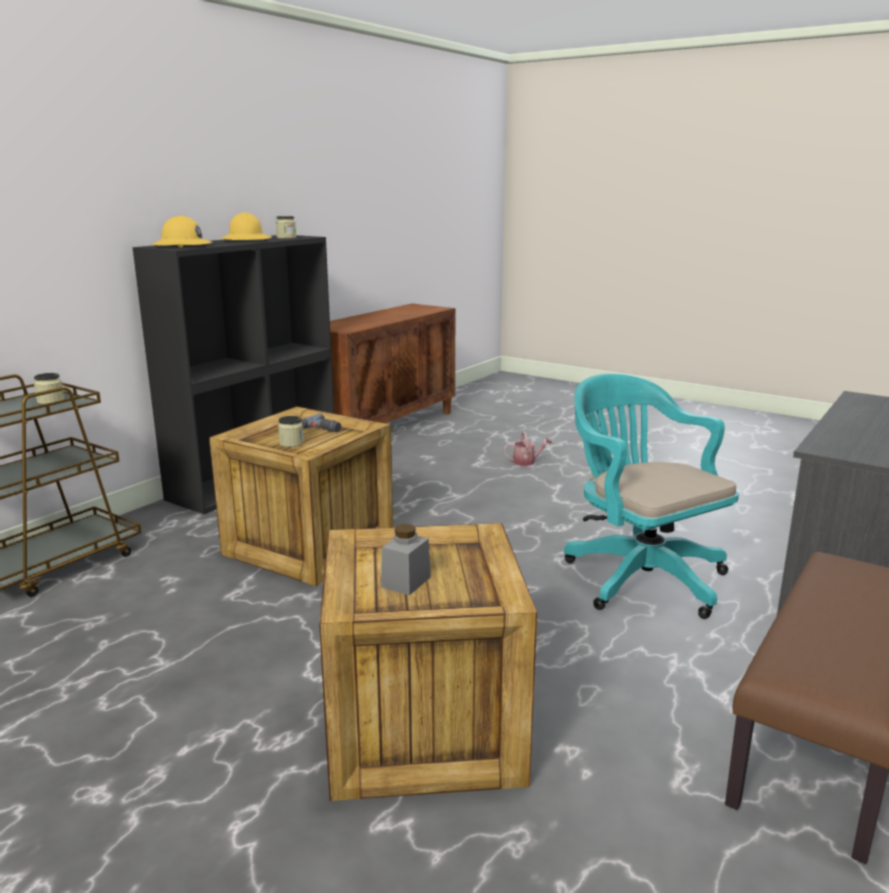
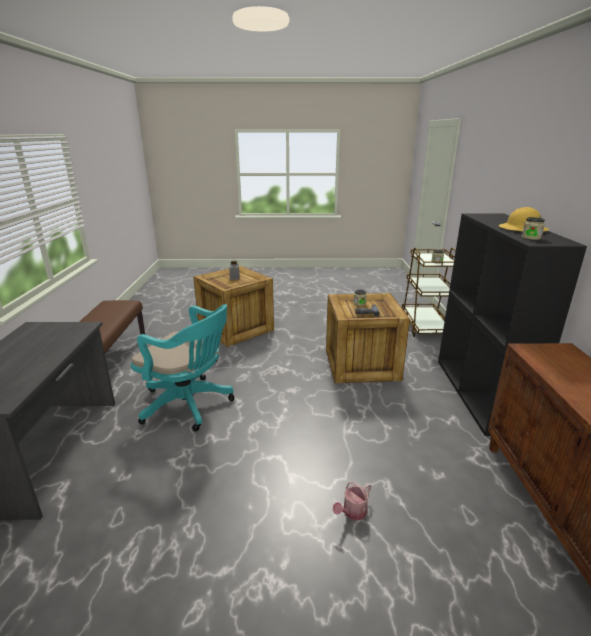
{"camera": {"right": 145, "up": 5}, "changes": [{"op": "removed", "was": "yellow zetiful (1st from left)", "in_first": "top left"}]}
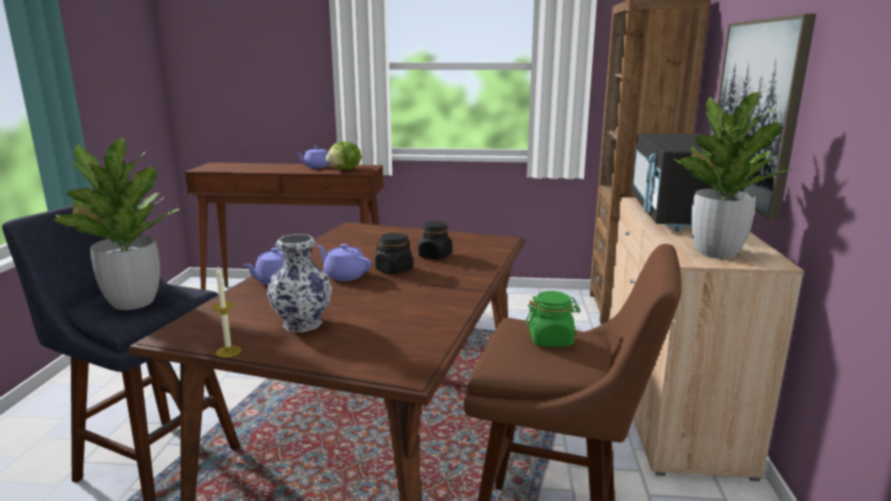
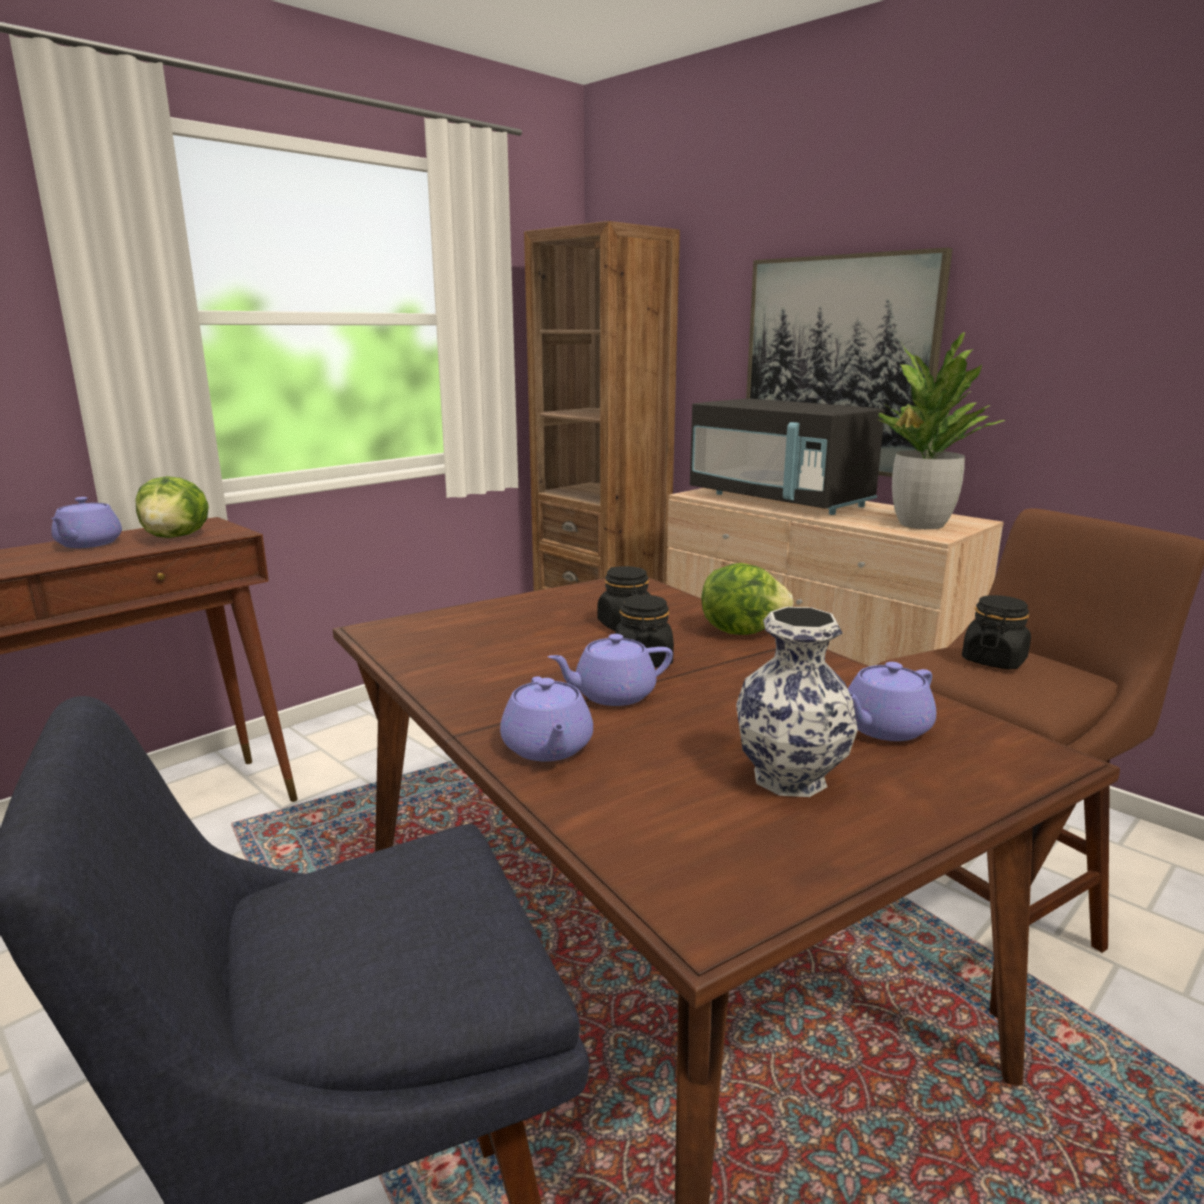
{"camera": {"right": -50, "up": 0}, "changes": [{"op": "added", "now": "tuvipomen (2nd from left)", "in_second": "centre"}, {"op": "added", "now": "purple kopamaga (4th from left)", "in_second": "middle right"}, {"op": "recoloured", "was": "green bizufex", "now": "black bizufex (3rd from left)", "in_first": "centre", "in_second": "middle right"}, {"op": "removed", "was": "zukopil (1st from left)", "in_first": "middle left"}, {"op": "removed", "was": "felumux", "in_first": "middle left"}]}
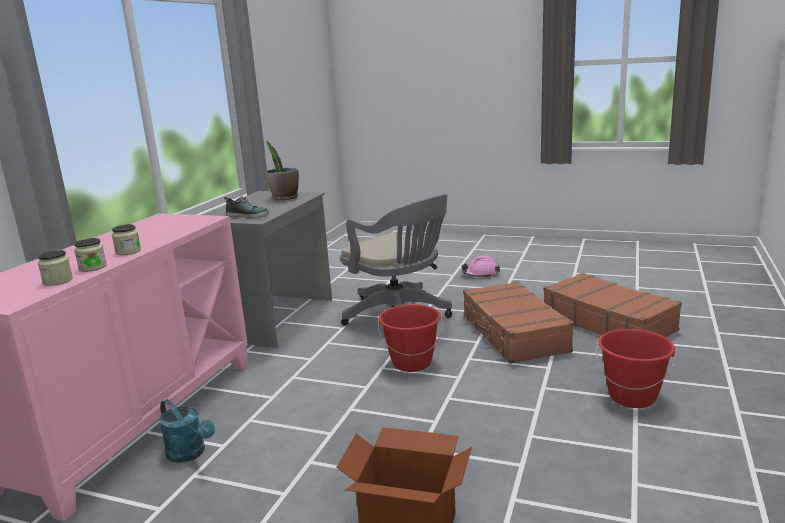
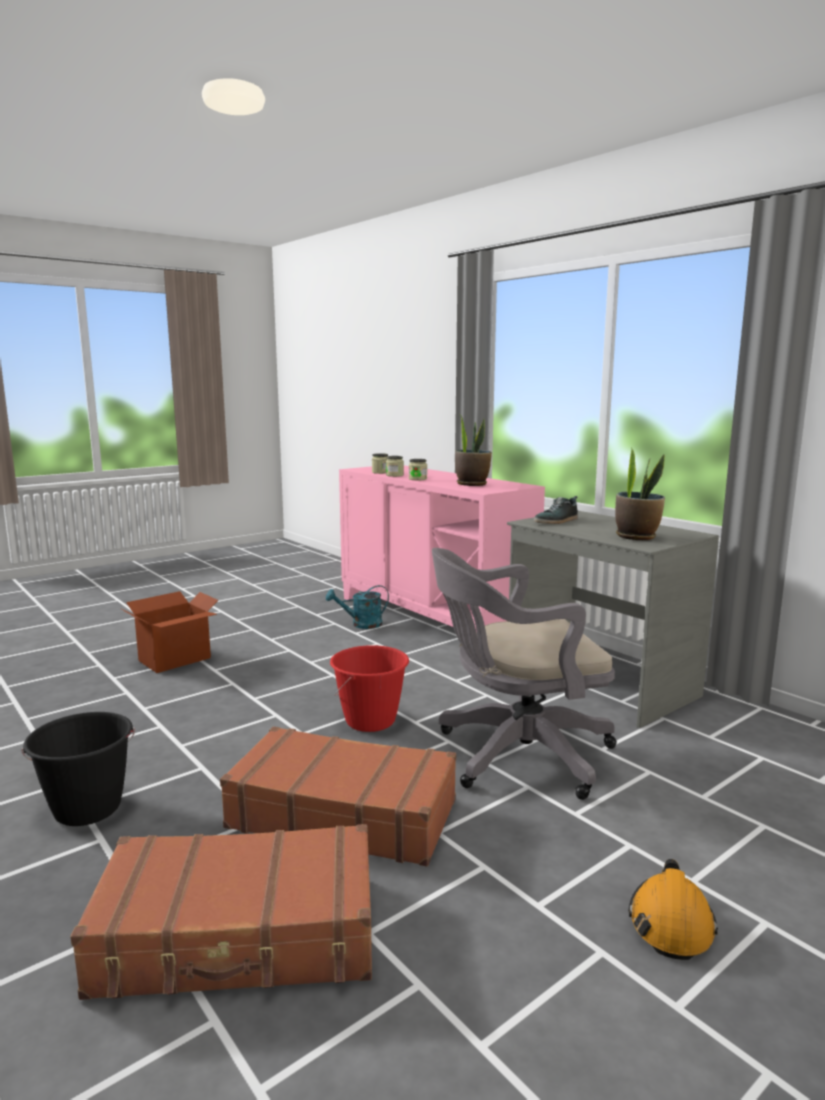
{"camera": {"right": 120, "up": -5}, "changes": [{"op": "recoloured", "was": "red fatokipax (2nd from left)", "now": "black fatokipax", "in_first": "bottom right", "in_second": "bottom left"}, {"op": "added", "now": "zukopil (1st from left)", "in_second": "centre"}, {"op": "recoloured", "was": "pink zetiful", "now": "orange zetiful", "in_first": "centre", "in_second": "bottom right"}]}
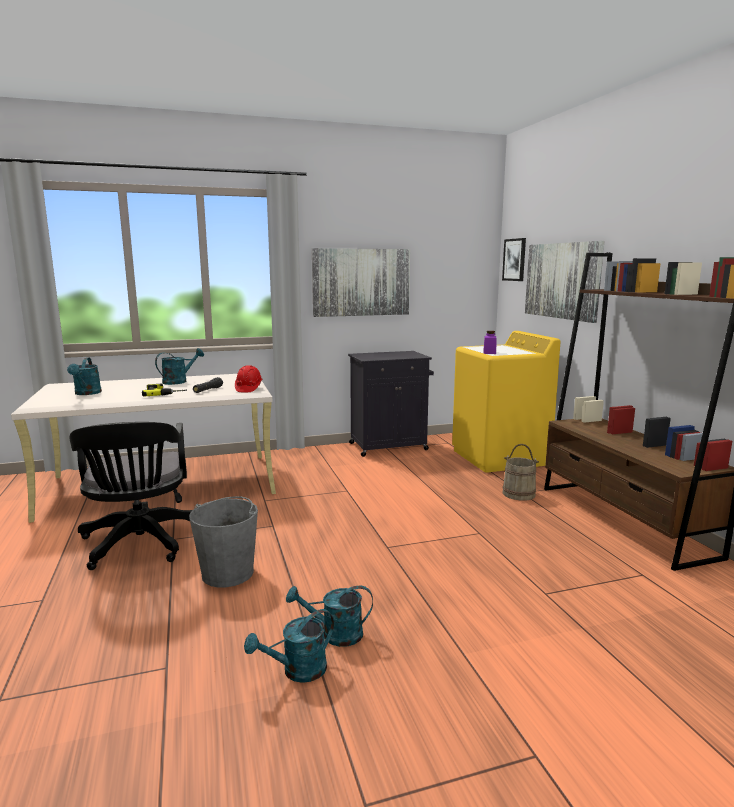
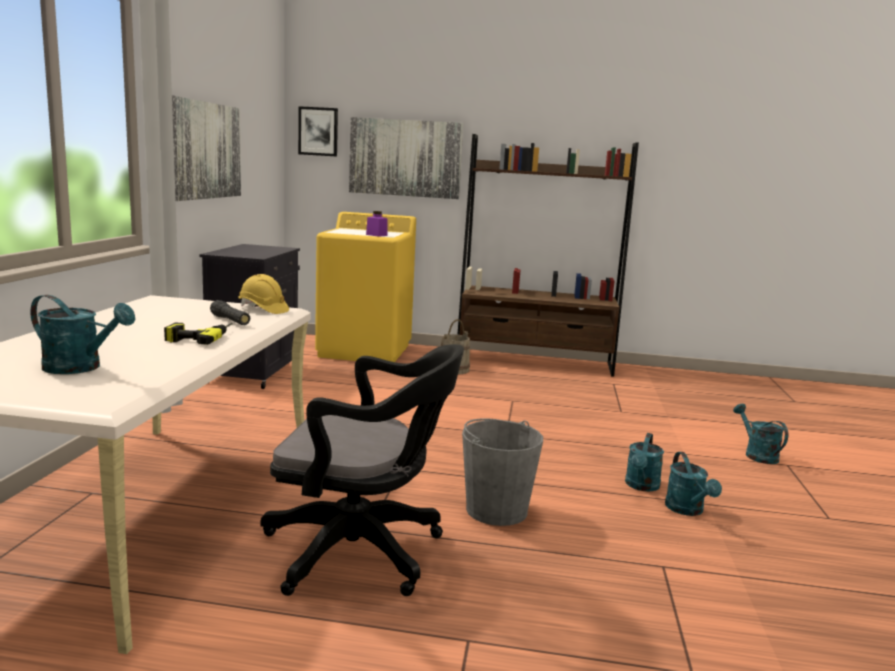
{"camera": {"right": -65, "up": 0}, "changes": [{"op": "recoloured", "was": "red zetiful", "now": "yellow zetiful", "in_first": "centre", "in_second": "middle left"}, {"op": "moved", "was": "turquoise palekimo (2nd from left in the first image)", "now": "turquoise palekimo (4th from left)", "in_first": "middle left", "in_second": "middle right"}]}
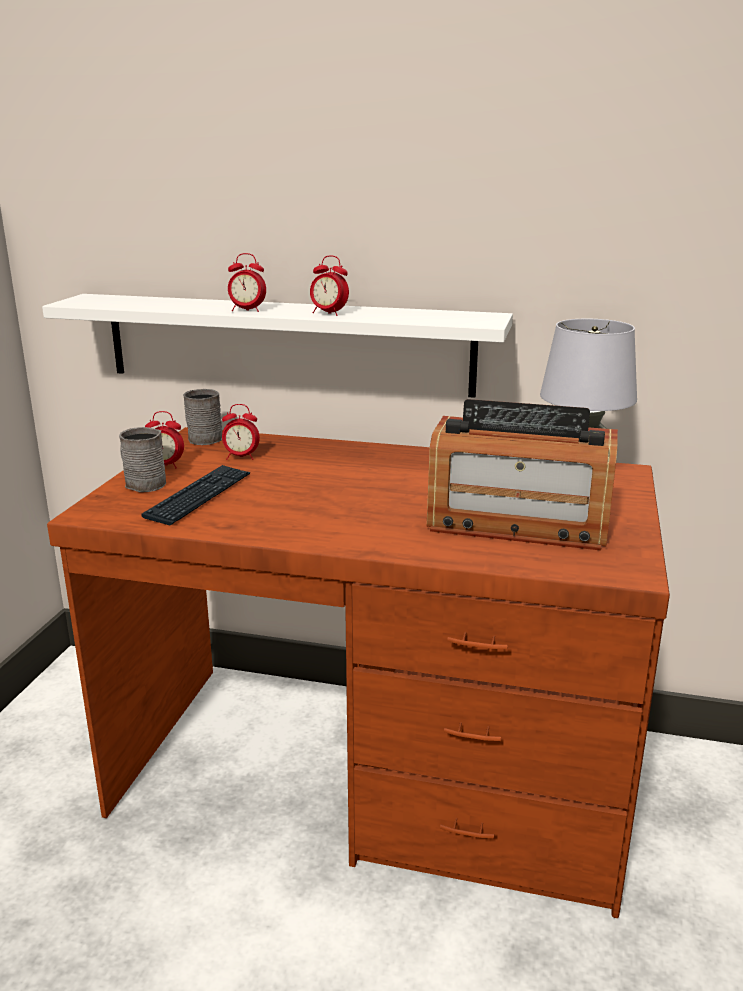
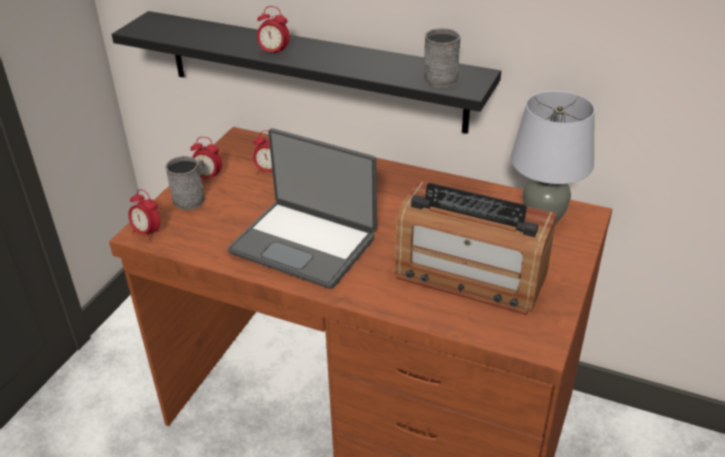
{"camera": {"right": 10, "up": 15}, "changes": [{"op": "recoloured", "was": "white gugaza", "now": "black gugaza", "in_first": "centre", "in_second": "top centre"}, {"op": "moved", "was": "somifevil (4th from left in the first image)", "now": "somifevil (1st from left)", "in_first": "top centre", "in_second": "middle left"}, {"op": "added", "now": "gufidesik", "in_second": "centre"}, {"op": "moved", "was": "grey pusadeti (2nd from left)", "in_first": "middle left", "in_second": "top centre"}, {"op": "removed", "was": "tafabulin", "in_first": "middle left"}]}
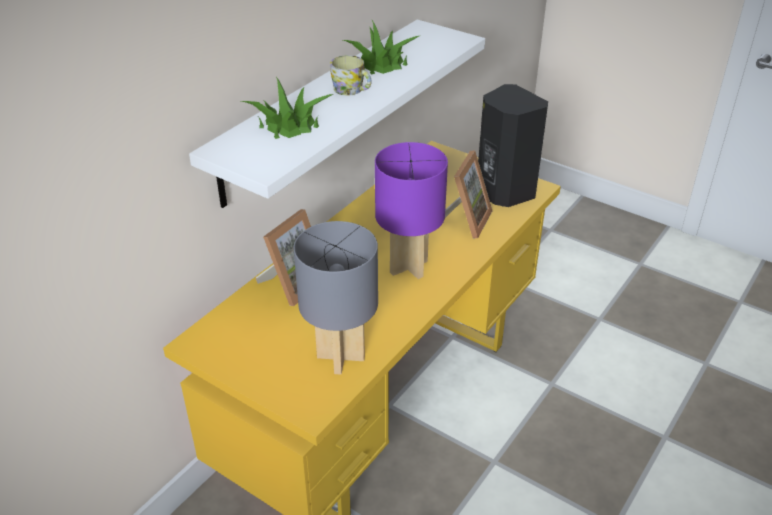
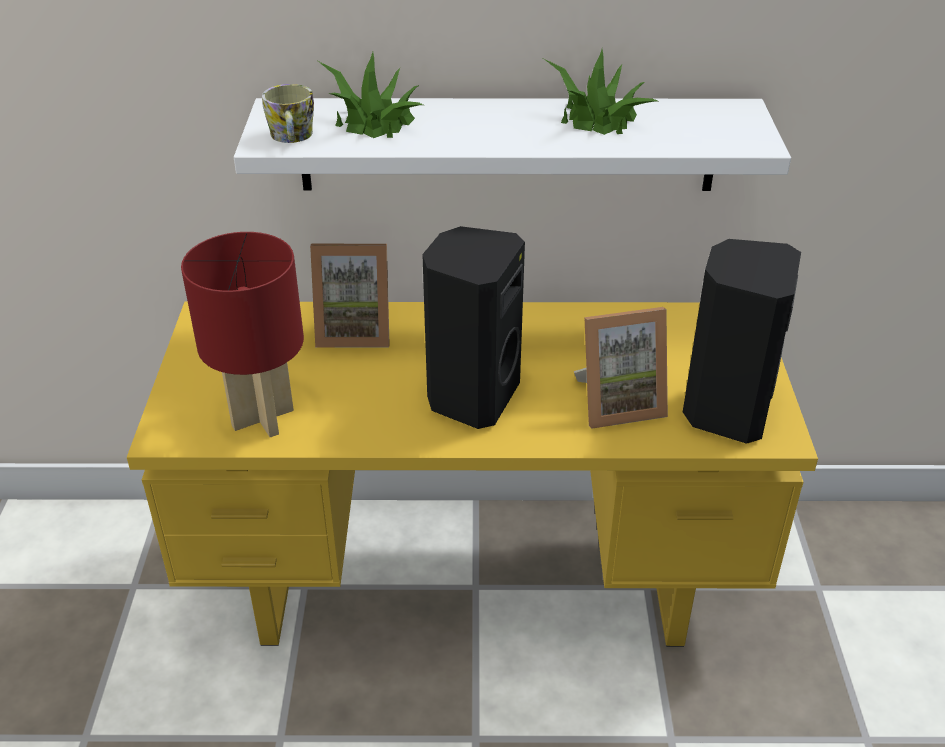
{"camera": {"right": 55, "up": 0}, "changes": [{"op": "recoloured", "was": "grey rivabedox", "now": "red rivabedox", "in_first": "centre", "in_second": "middle left"}, {"op": "moved", "was": "pusadeti", "in_first": "top centre", "in_second": "top left"}, {"op": "replaced", "was": "purple rivabedox", "now": "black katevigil (1st from left)", "in_first": "centre", "in_second": "centre"}]}
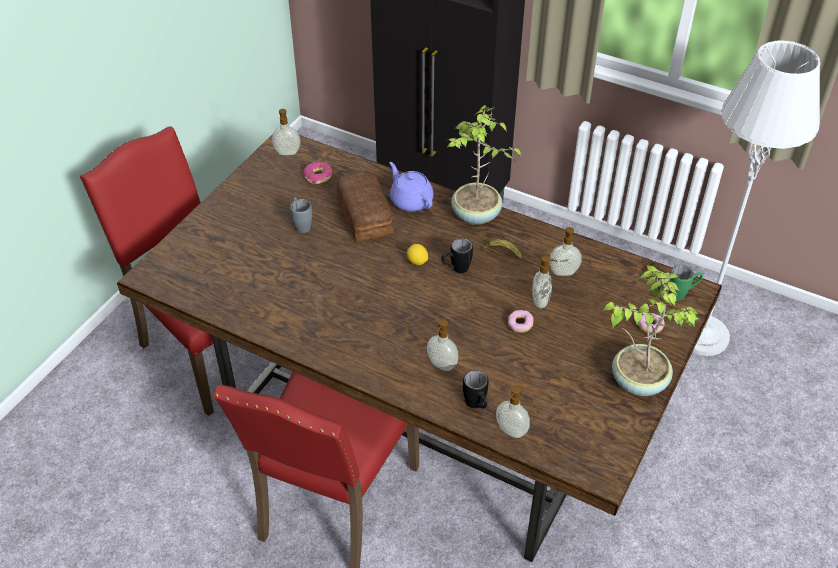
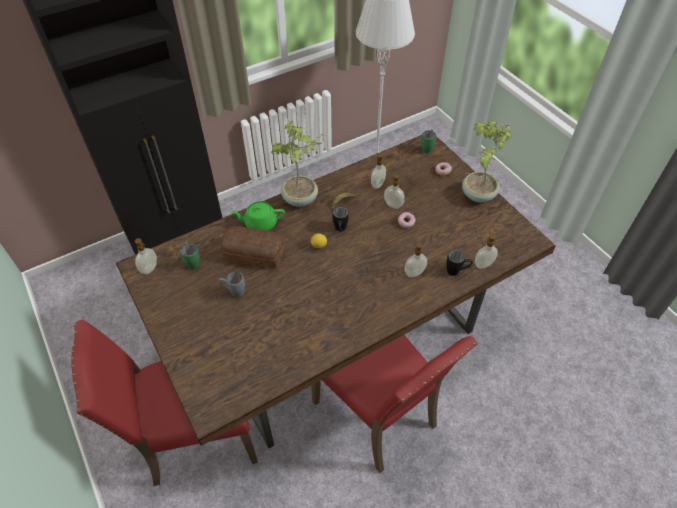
{"camera": {"right": -60, "up": 5}, "changes": [{"op": "replaced", "was": "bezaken (1st from left)", "now": "green pusadeti (1st from left)", "in_first": "top centre", "in_second": "middle left"}, {"op": "recoloured", "was": "purple kopamaga", "now": "green kopamaga", "in_first": "top centre", "in_second": "centre"}]}
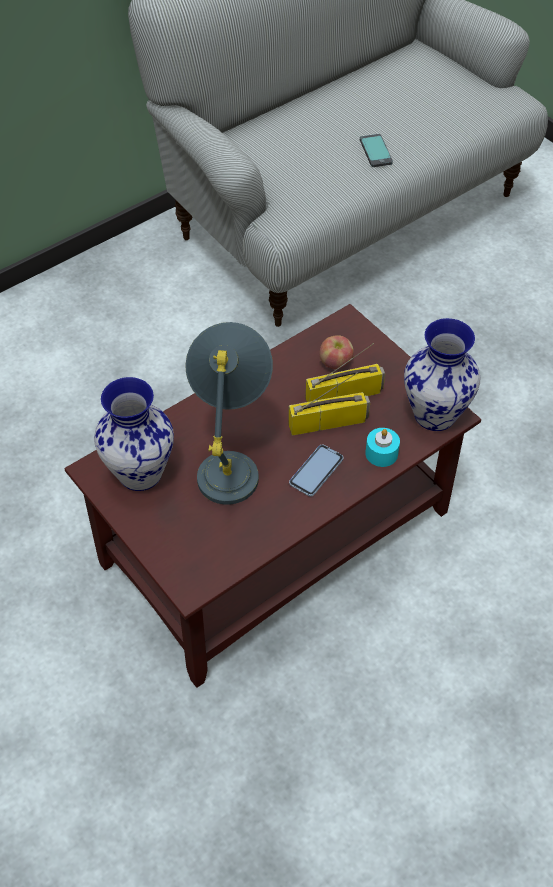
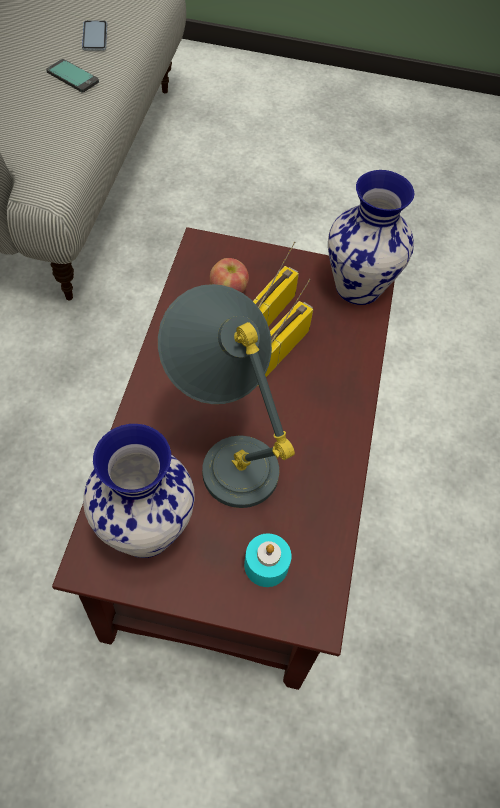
{"camera": {"right": -45, "up": 5}, "changes": [{"op": "moved", "was": "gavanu (1st from left in the first image)", "now": "gavanu (2nd from left)", "in_first": "centre", "in_second": "top left"}, {"op": "moved", "was": "turquoise felumux", "in_first": "middle right", "in_second": "bottom centre"}]}
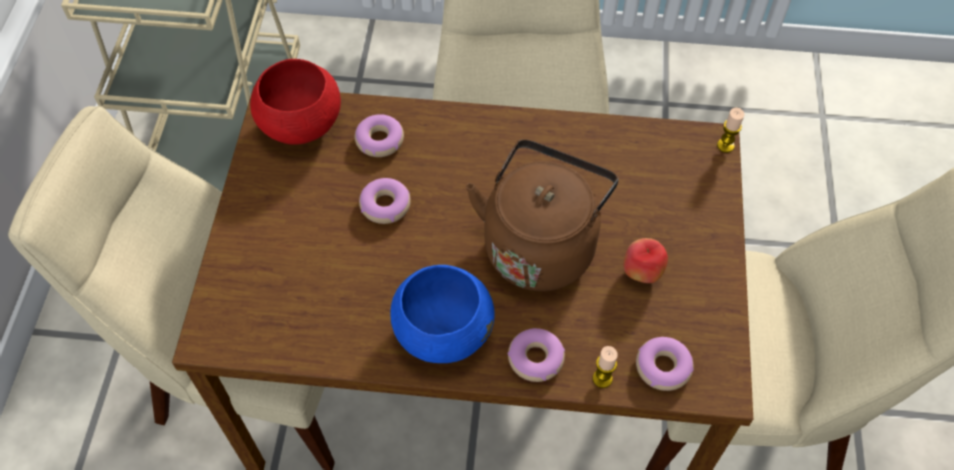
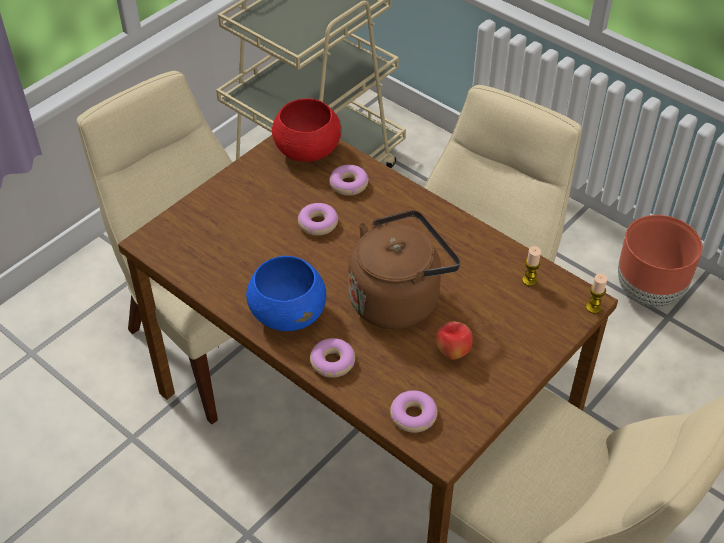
{"camera": {"right": 35, "up": -10}, "changes": [{"op": "moved", "was": "felumux (1st from left)", "in_first": "bottom centre", "in_second": "middle right"}, {"op": "added", "now": "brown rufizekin", "in_second": "middle right"}]}
